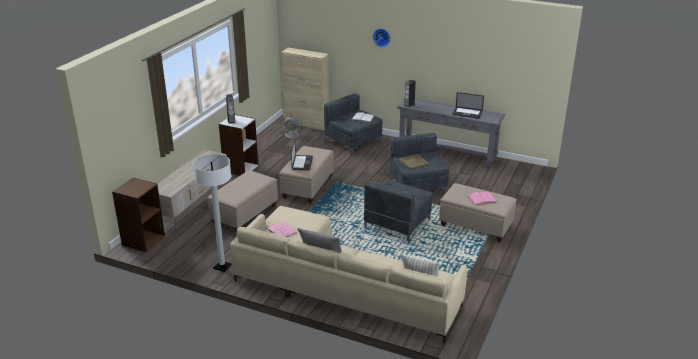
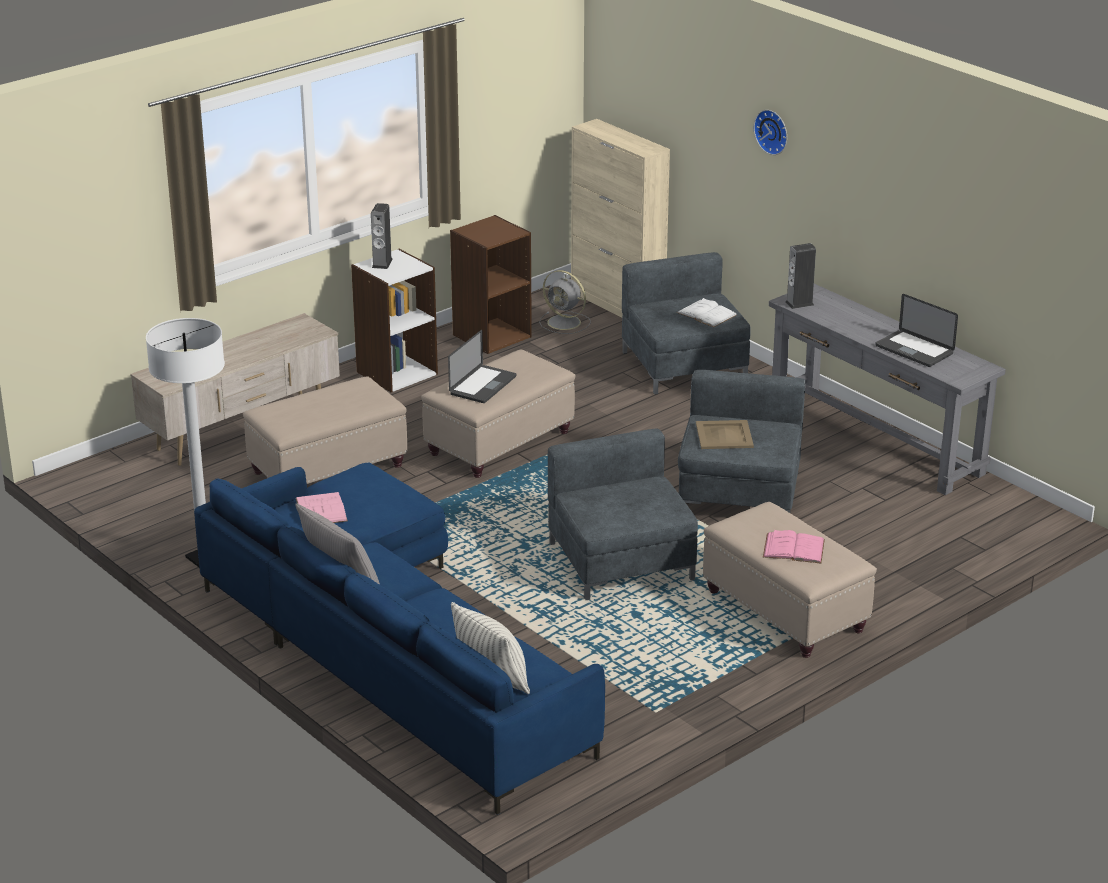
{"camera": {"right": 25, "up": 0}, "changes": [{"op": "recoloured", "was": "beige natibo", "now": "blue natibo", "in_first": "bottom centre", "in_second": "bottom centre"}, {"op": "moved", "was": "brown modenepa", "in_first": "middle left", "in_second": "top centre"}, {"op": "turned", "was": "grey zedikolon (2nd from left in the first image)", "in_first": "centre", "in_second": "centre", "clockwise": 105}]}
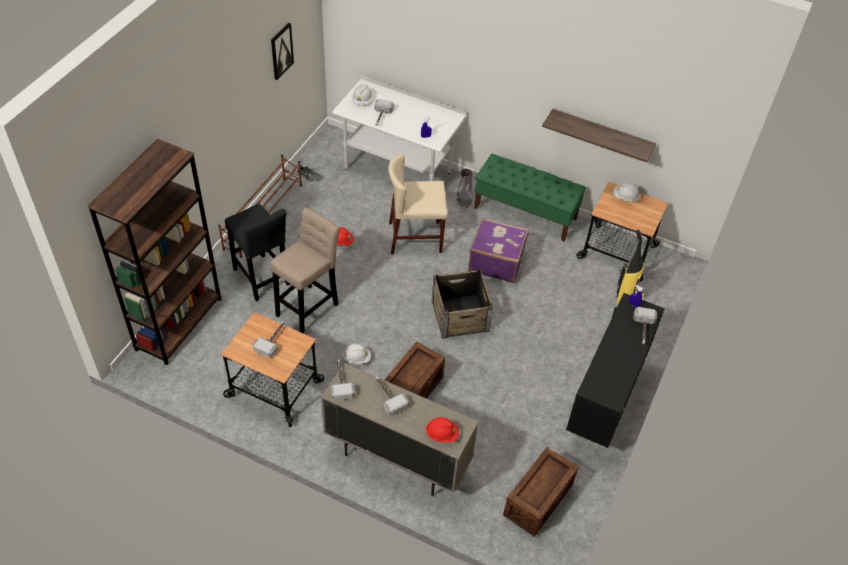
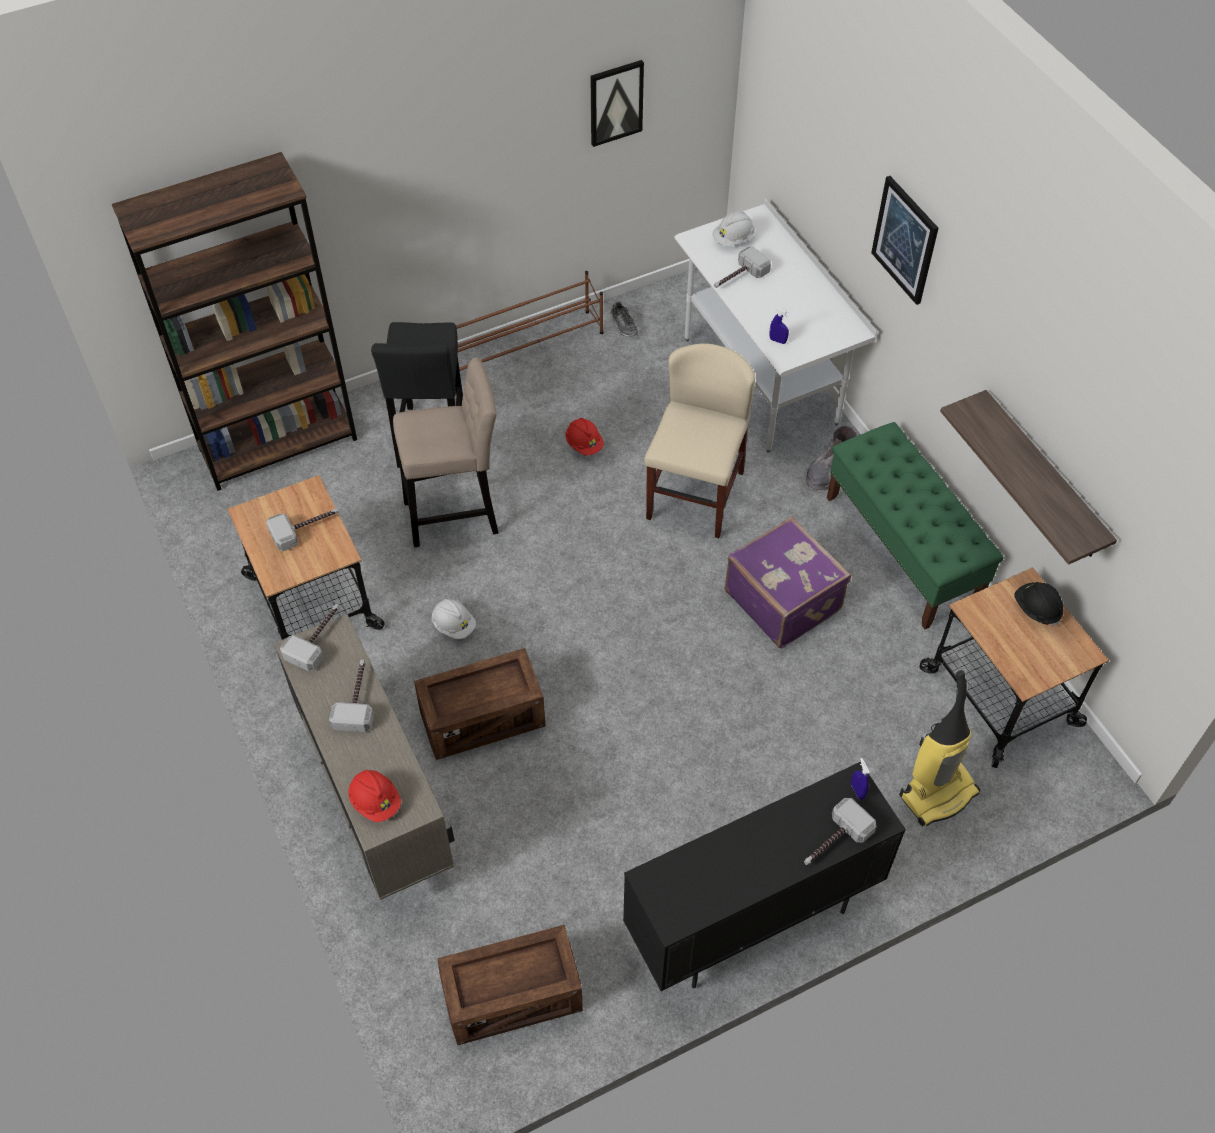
{"camera": {"right": 40, "up": 5}, "changes": [{"op": "turned", "was": "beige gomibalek", "in_first": "centre", "in_second": "centre", "clockwise": 75}, {"op": "added", "now": "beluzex (2nd from left)", "in_second": "top right"}, {"op": "recoloured", "was": "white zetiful (3rd from left)", "now": "black zetiful", "in_first": "middle right", "in_second": "middle right"}, {"op": "removed", "was": "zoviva (2nd from left)", "in_first": "centre"}]}
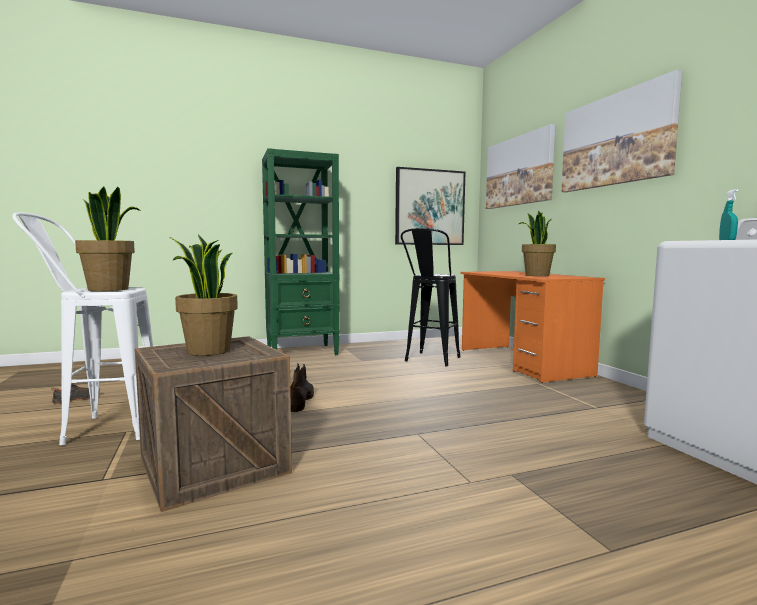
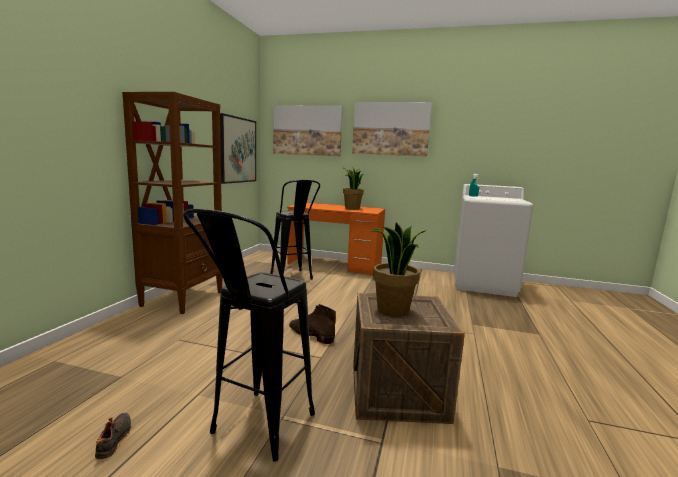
{"camera": {"right": -55, "up": 5}, "changes": [{"op": "recoloured", "was": "green modenepa", "now": "brown modenepa", "in_first": "centre", "in_second": "middle left"}, {"op": "recoloured", "was": "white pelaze", "now": "black pelaze (1st from left)", "in_first": "middle left", "in_second": "bottom centre"}, {"op": "removed", "was": "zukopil (1st from left)", "in_first": "middle left"}]}
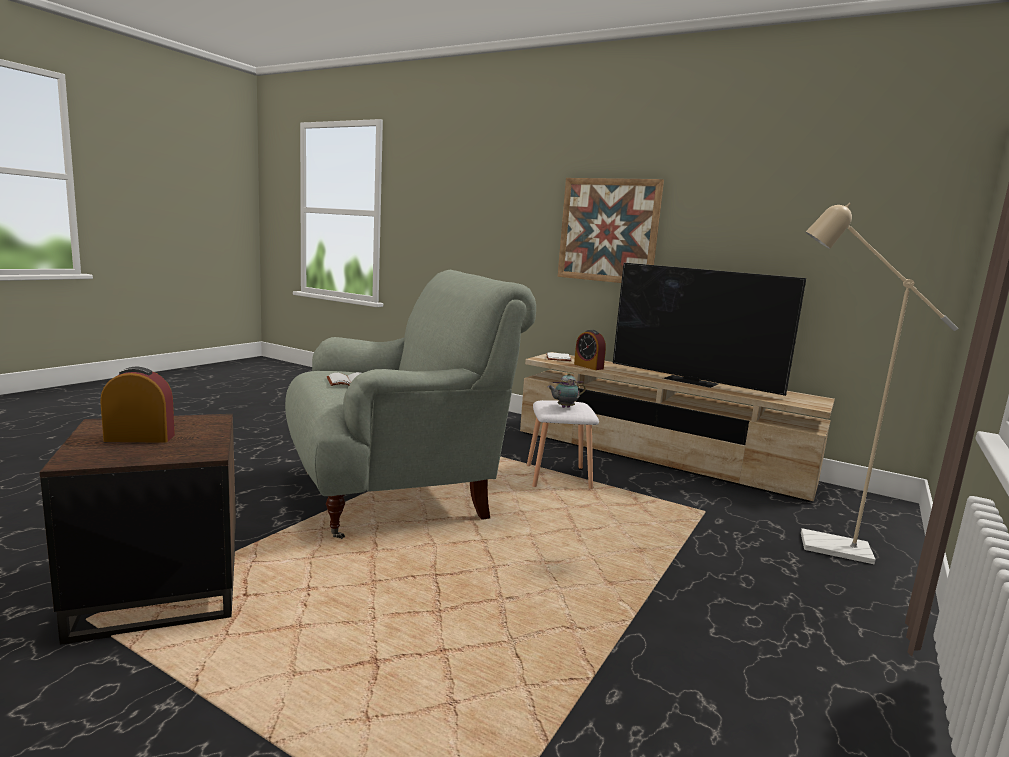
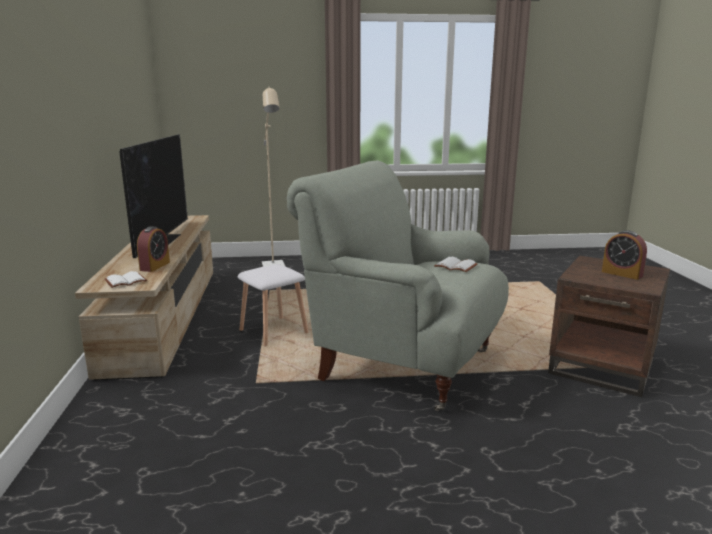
{"camera": {"right": -125, "up": 5}, "changes": [{"op": "removed", "was": "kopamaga", "in_first": "centre"}, {"op": "removed", "was": "beluzex", "in_first": "top centre"}]}
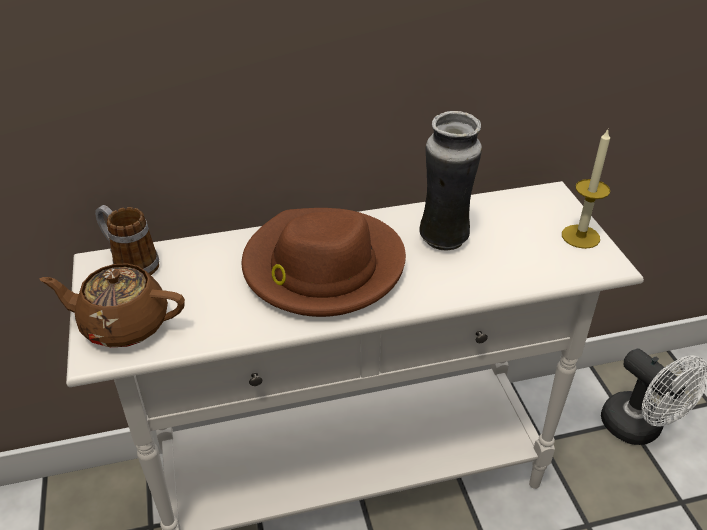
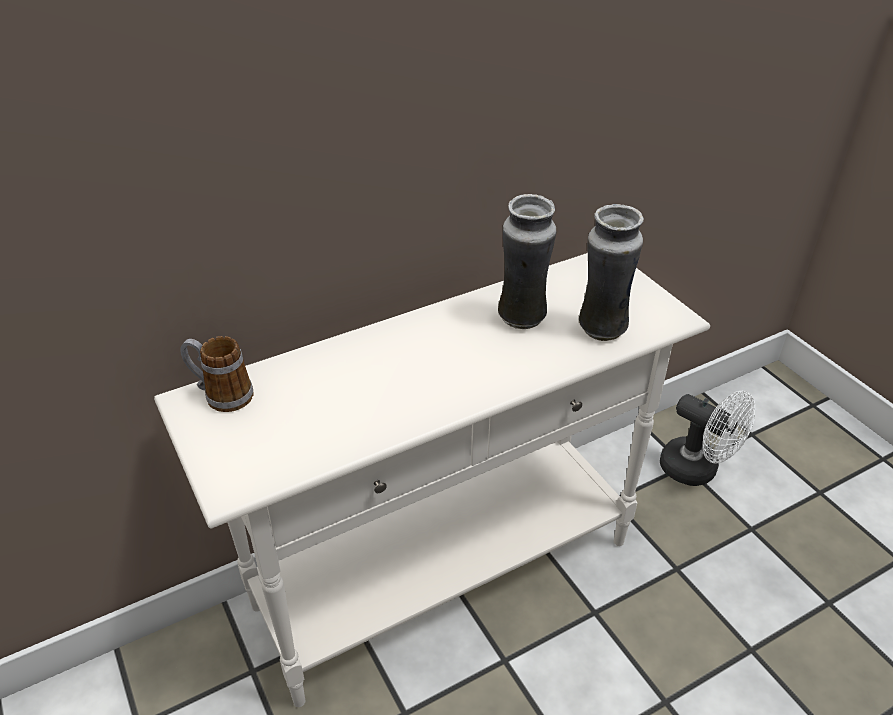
{"camera": {"right": -15, "up": 0}, "changes": [{"op": "added", "now": "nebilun (2nd from left)", "in_second": "middle right"}, {"op": "removed", "was": "brown kopamaga", "in_first": "middle left"}, {"op": "removed", "was": "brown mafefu", "in_first": "centre"}, {"op": "removed", "was": "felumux", "in_first": "middle right"}]}
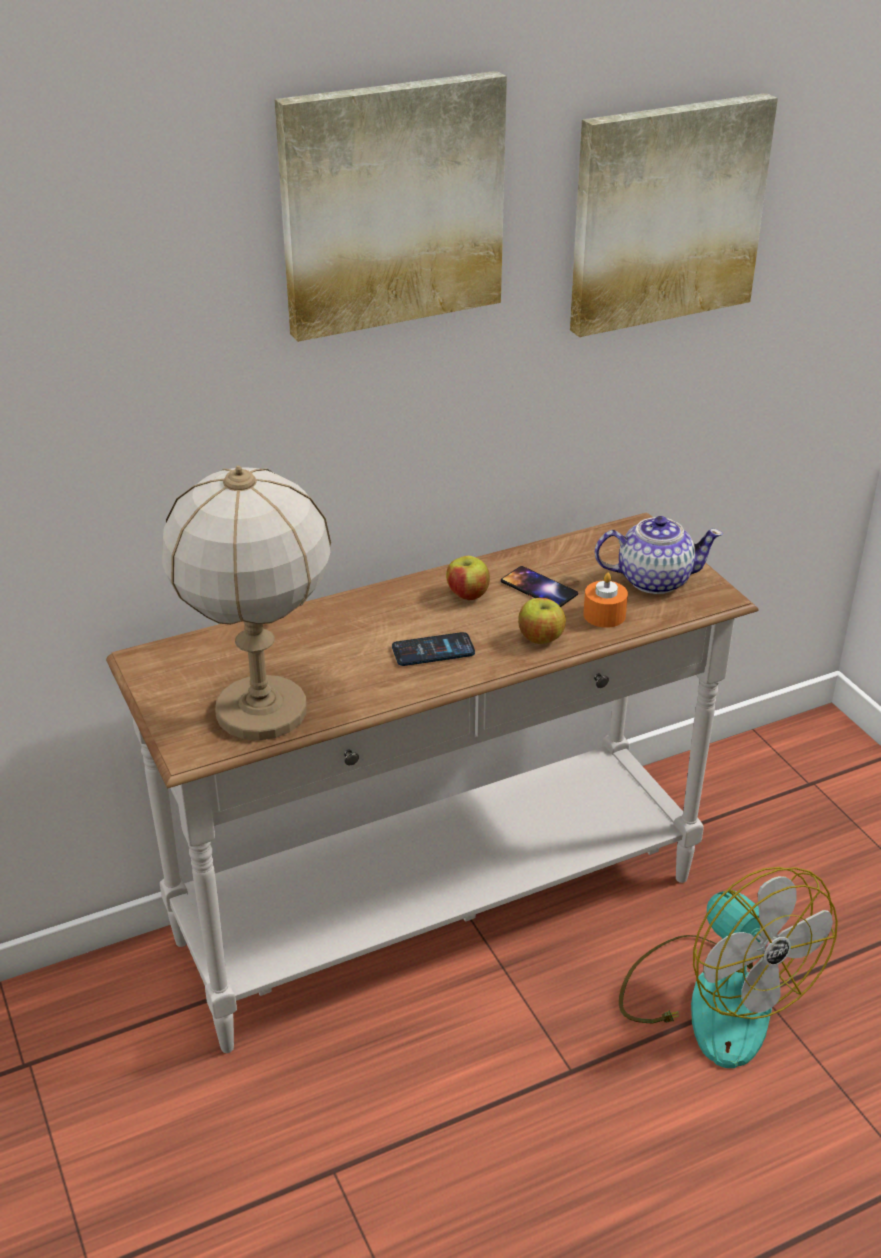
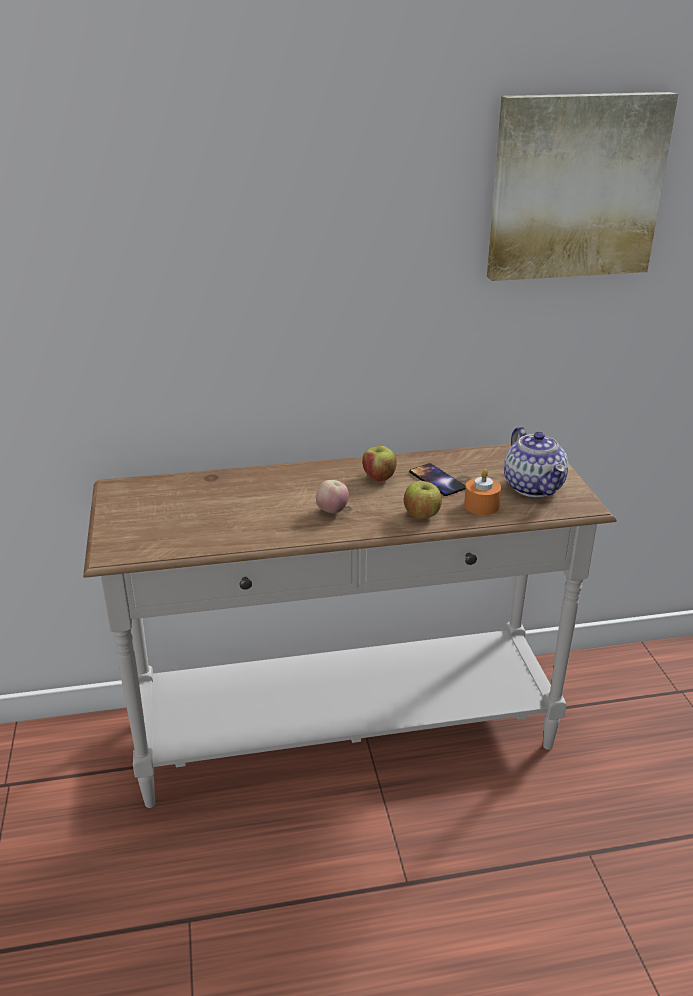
{"camera": {"right": 15, "up": -5}, "changes": [{"op": "replaced", "was": "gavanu (1st from left)", "now": "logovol (1st from left)", "in_first": "centre", "in_second": "centre"}, {"op": "turned", "was": "kopamaga", "in_first": "middle right", "in_second": "middle right", "clockwise": 60}, {"op": "removed", "was": "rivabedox", "in_first": "middle left"}, {"op": "removed", "was": "beluzex (1st from left)", "in_first": "top centre"}, {"op": "removed", "was": "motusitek", "in_first": "bottom right"}]}
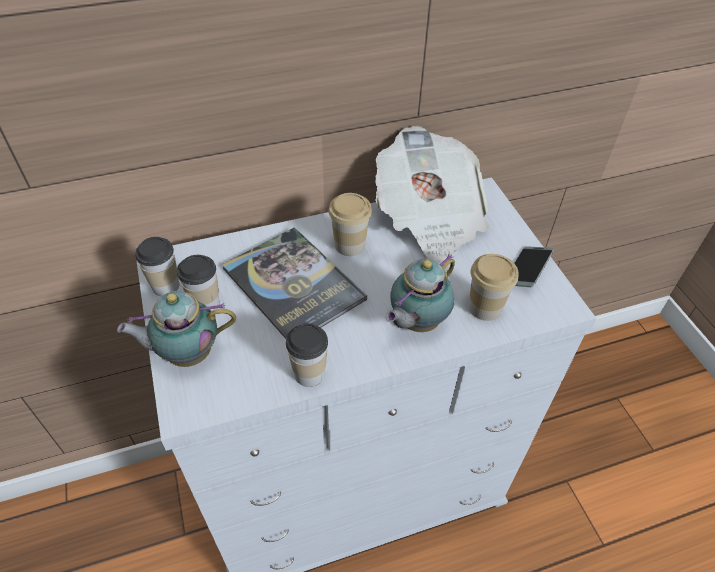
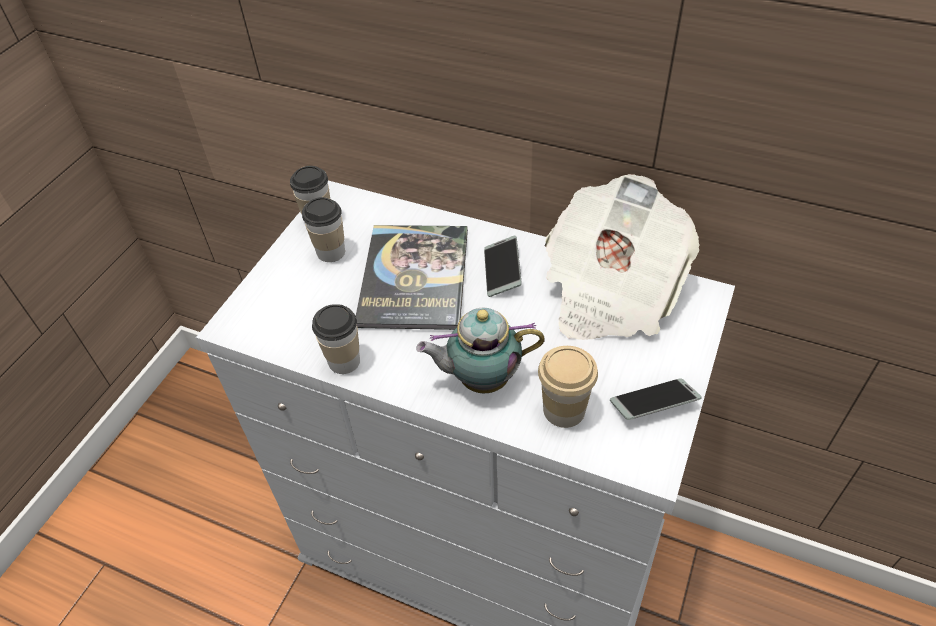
{"camera": {"right": 45, "up": 0}, "changes": [{"op": "replaced", "was": "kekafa (4th from left)", "now": "gavanu (1st from left)", "in_first": "centre", "in_second": "centre"}, {"op": "removed", "was": "kopamaga (1st from left)", "in_first": "middle left"}]}
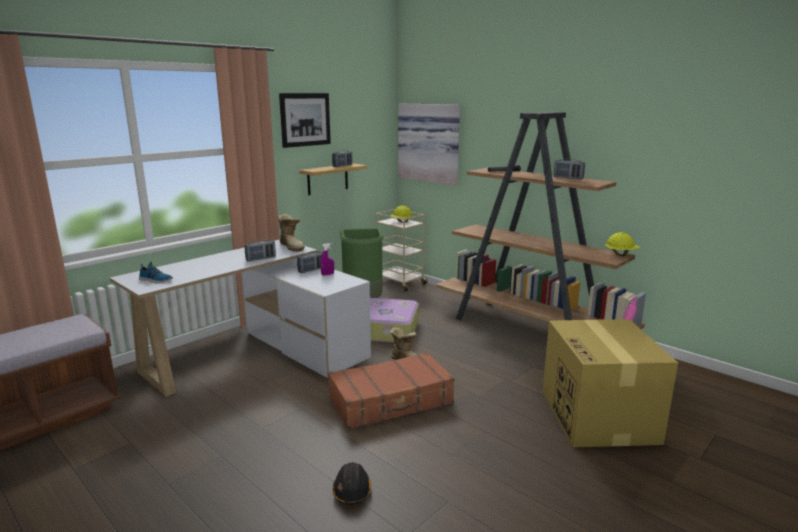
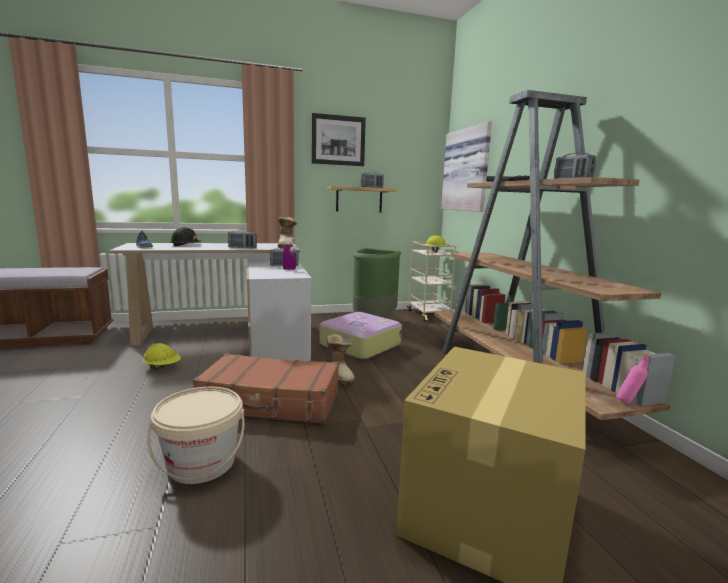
{"camera": {"right": 30, "up": -5}, "changes": [{"op": "moved", "was": "yellow zetiful (2nd from left in the first image)", "now": "yellow zetiful (1st from left)", "in_first": "middle right", "in_second": "middle left"}, {"op": "added", "now": "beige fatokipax", "in_second": "bottom left"}, {"op": "moved", "was": "black zetiful", "in_first": "bottom centre", "in_second": "middle left"}]}
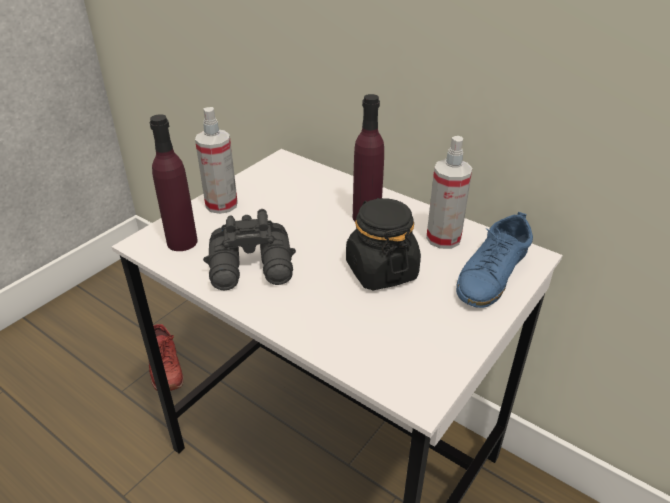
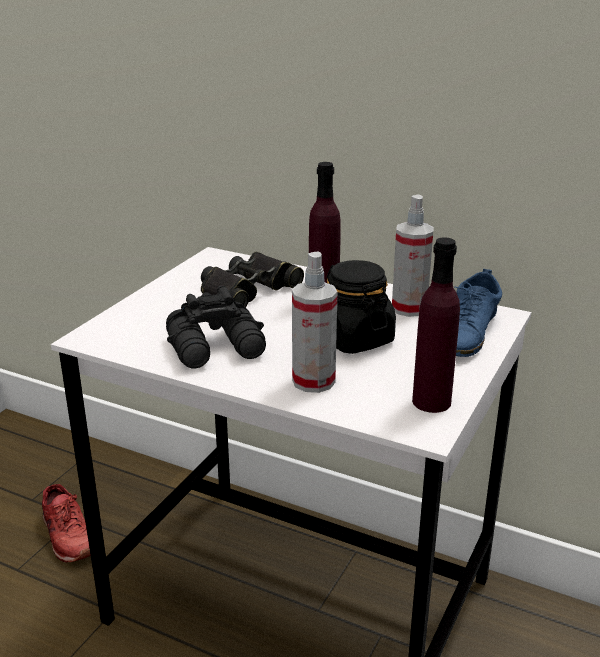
{"camera": {"right": -10, "up": -10}, "changes": [{"op": "added", "now": "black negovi (2nd from left)", "in_second": "centre"}, {"op": "moved", "was": "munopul (1st from left)", "in_first": "top left", "in_second": "centre"}, {"op": "moved", "was": "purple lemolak (1st from left in the first image)", "now": "purple lemolak (2nd from left)", "in_first": "middle left", "in_second": "middle right"}]}
